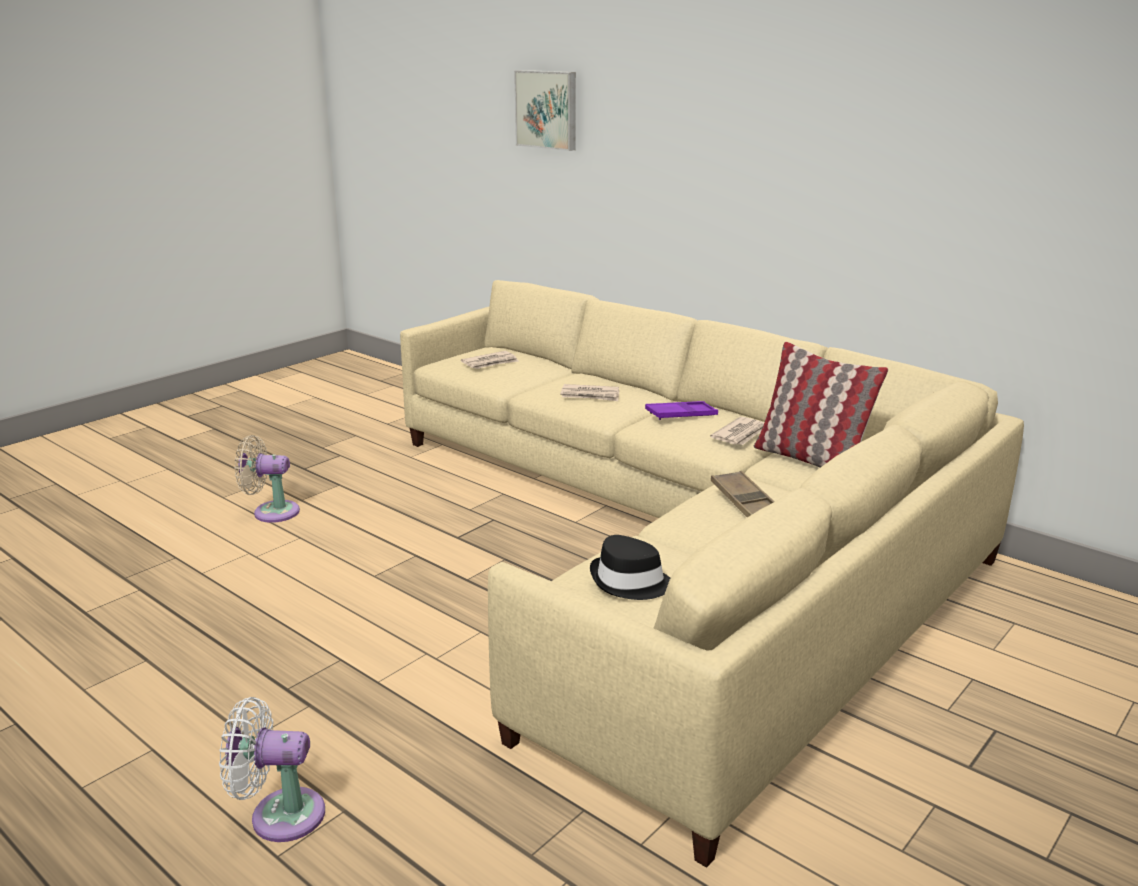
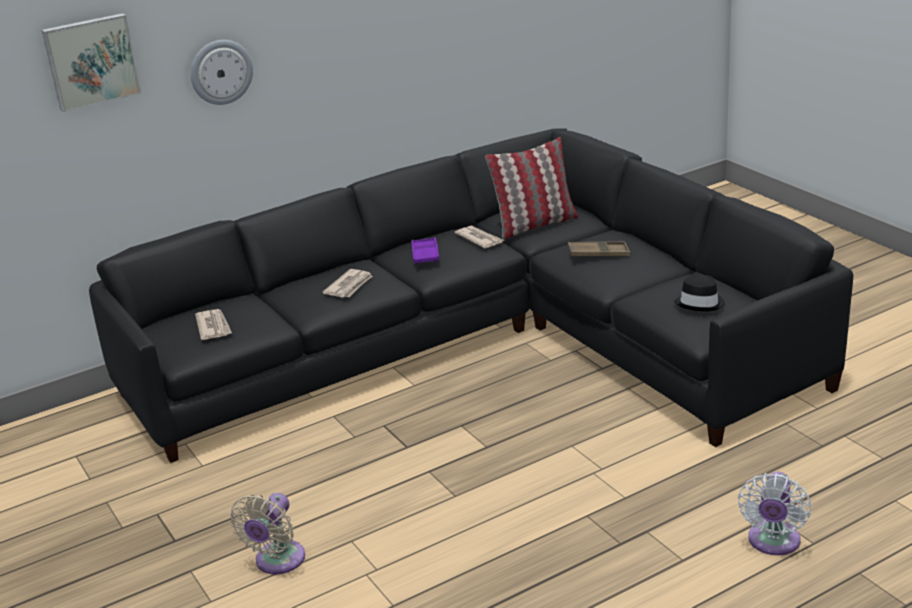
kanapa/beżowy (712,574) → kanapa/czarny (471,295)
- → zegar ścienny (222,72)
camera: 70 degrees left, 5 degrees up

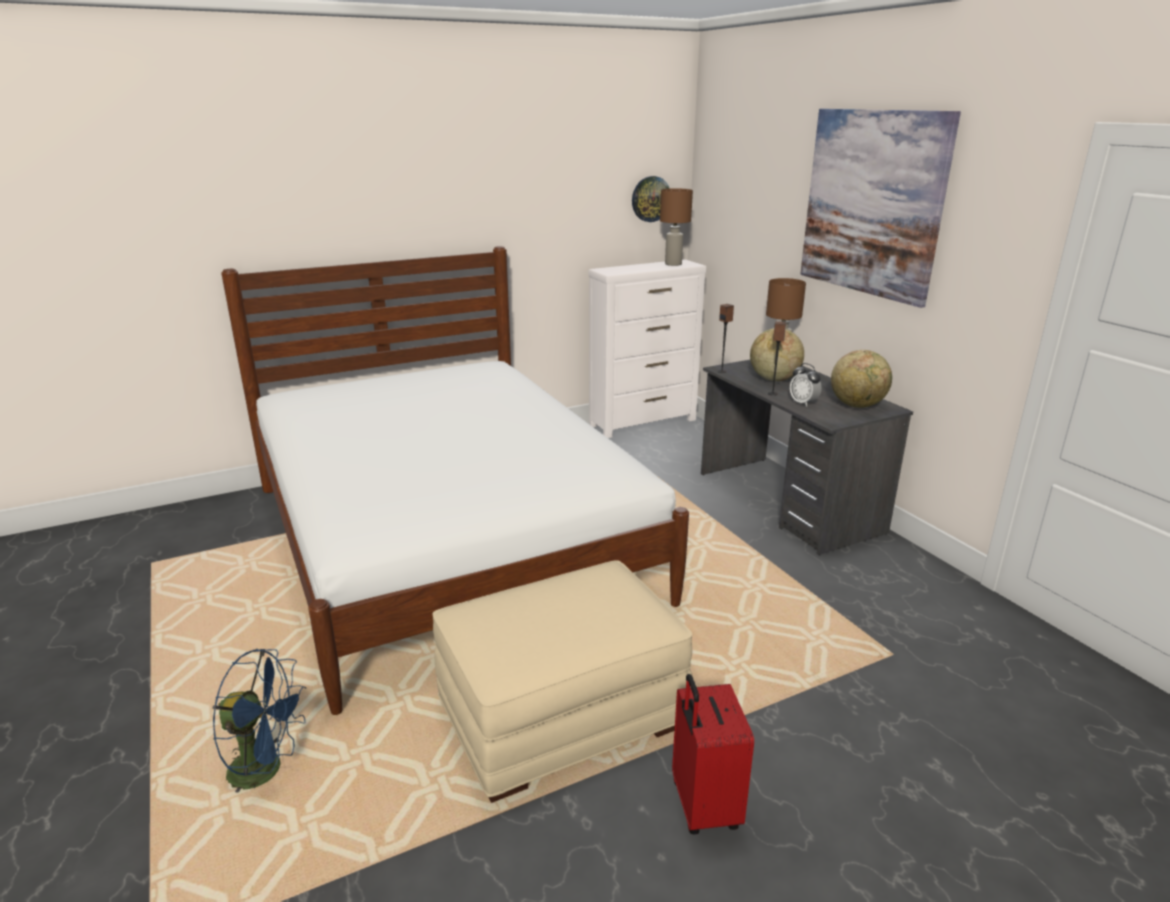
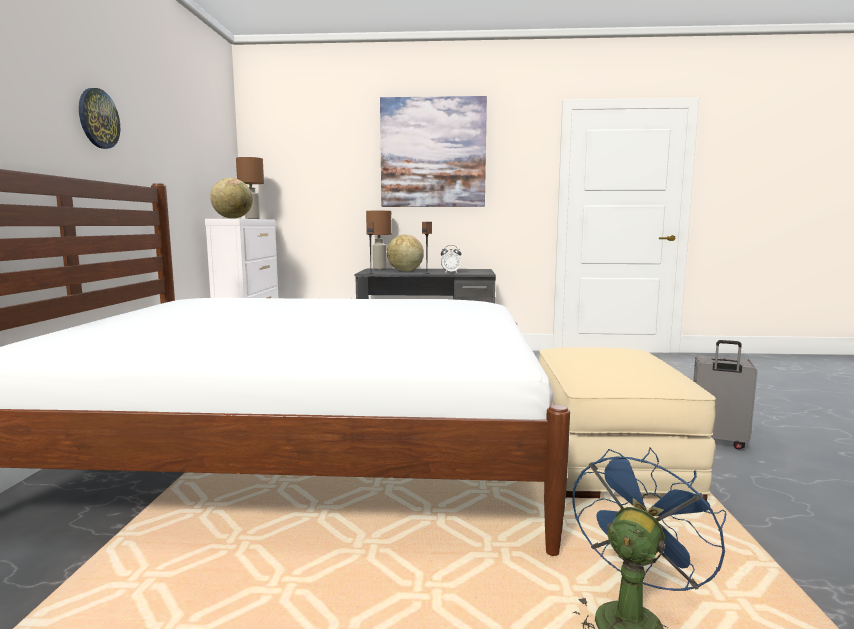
zegar ścienny (651,199) → zegar ścienny (99,118), relocated
walizka/czerwony (713,754) → walizka/szary (725,395)
globus (861,379) → globus (231,198), relocated
camera: 60 degrees left, 15 degrees down

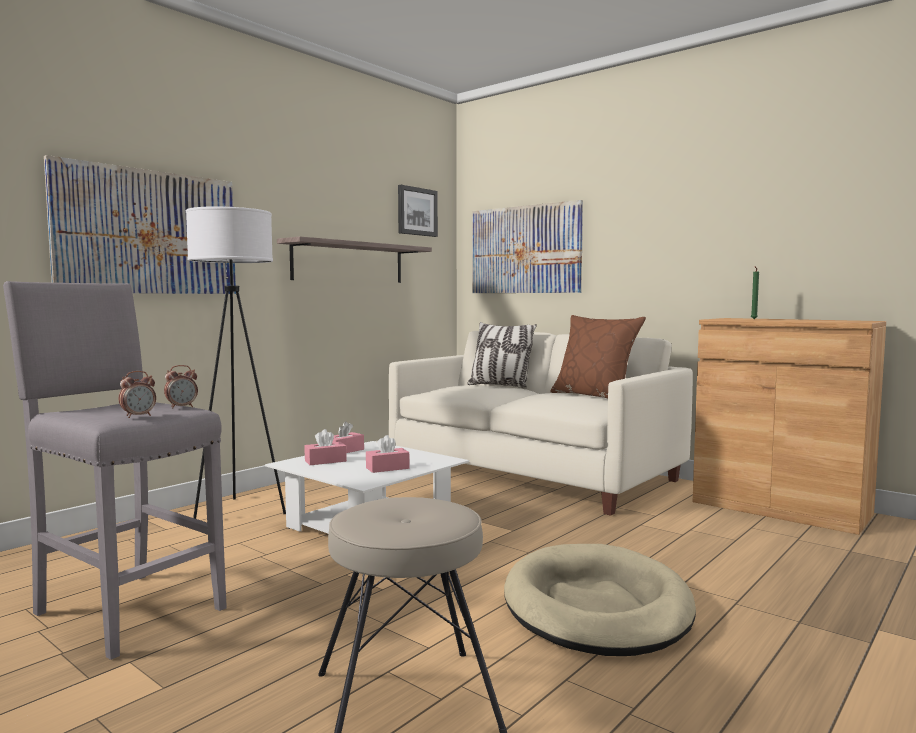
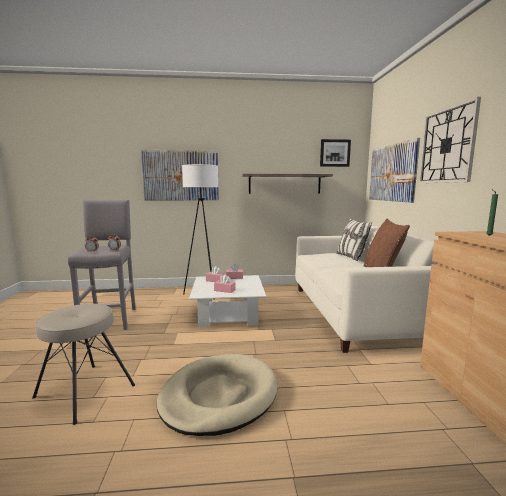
- → zegar ścienny (450,140)
camera: 45 degrees right, 5 degrees up

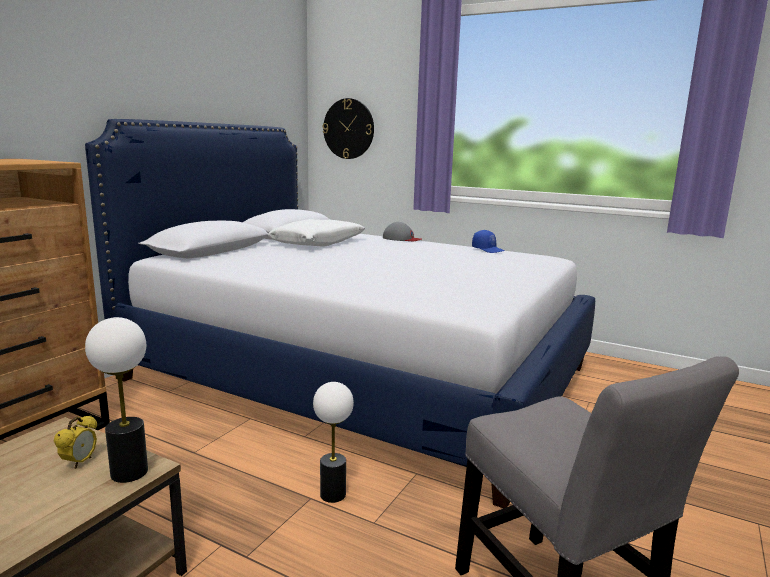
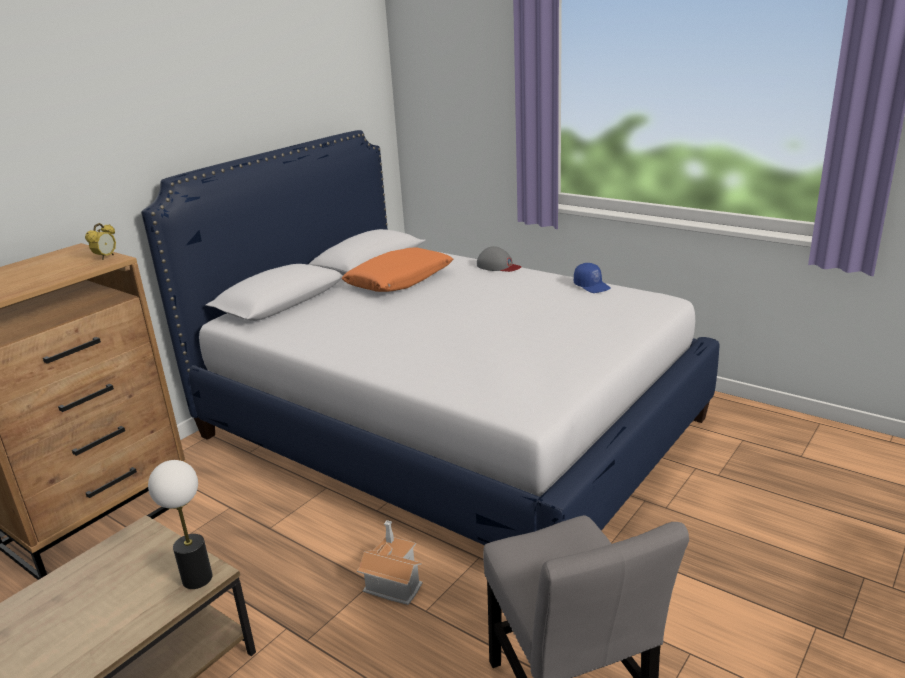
budzik (75,442) → budzik (100,241), relocated
poduszka/biały (316,232) → poduszka/pomarańczowy (397,270)
lampa stołowa (333,442) → domek (389,562)
zegar ścienny (348,128) → -
camera: 10 degrees right, 10 degrees up

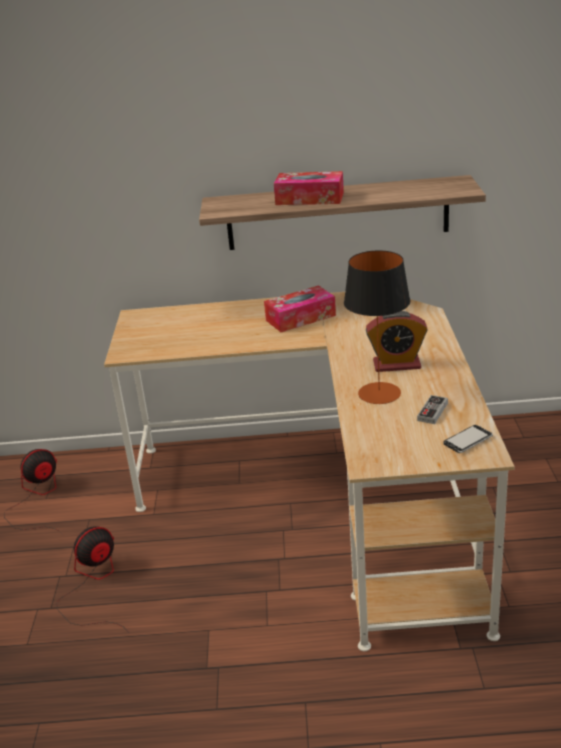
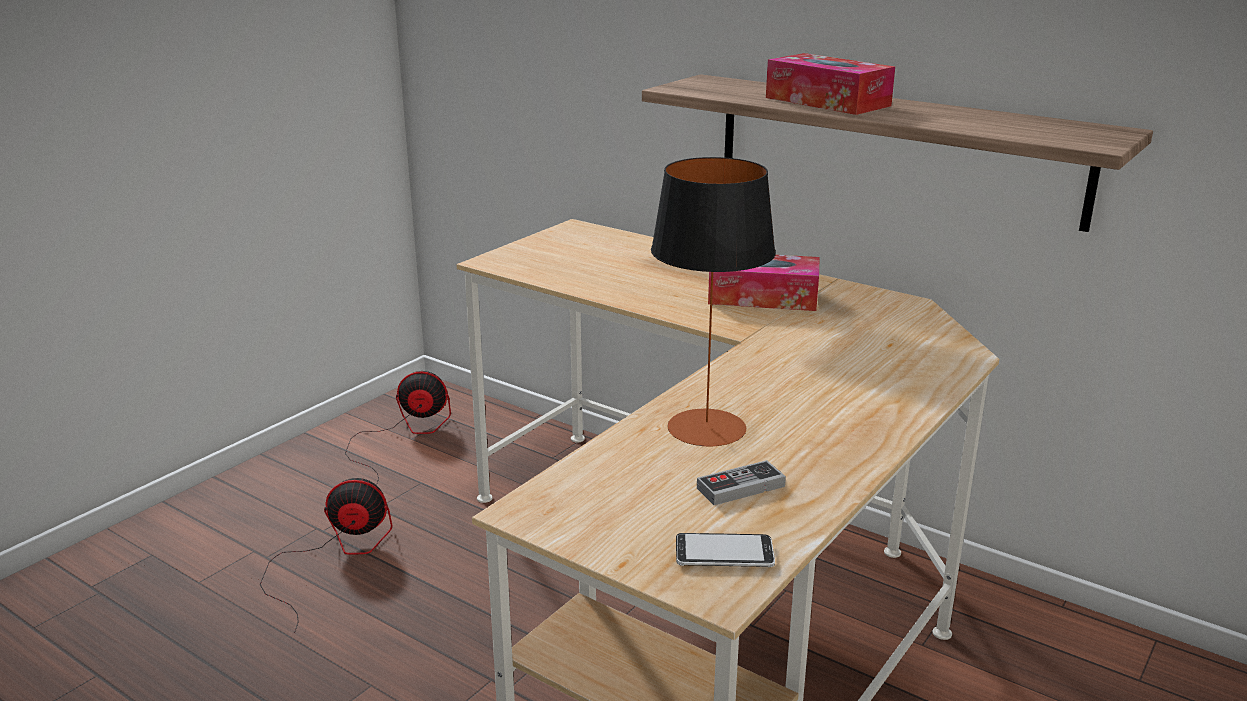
budzik (397,341) → -
camera: 35 degrees right, 5 degrees down

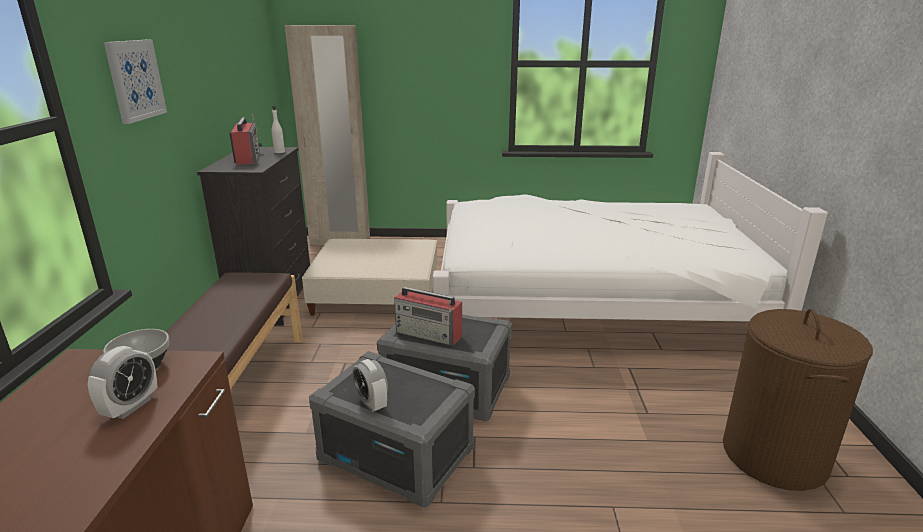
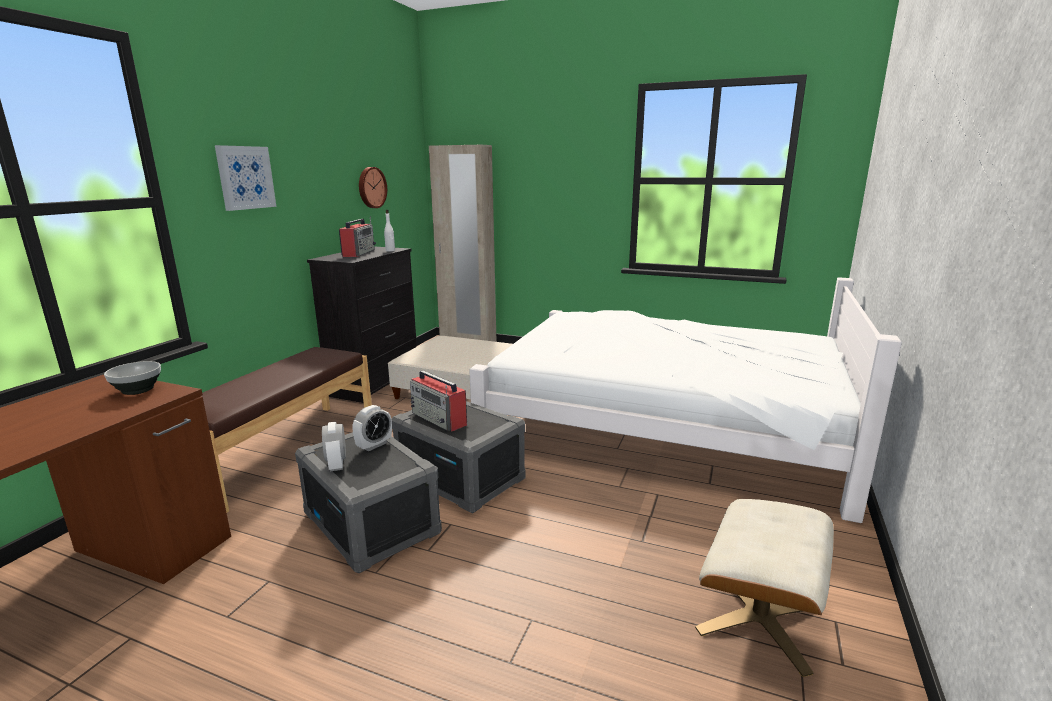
budzik (122,382) → budzik (372,428), relocated
kosz na pranie/brązowy (798,400) → pufa/beżowy (764,588)
- → zegar ścienny (373,187)
camera: 20 degrees right, 5 degrees down

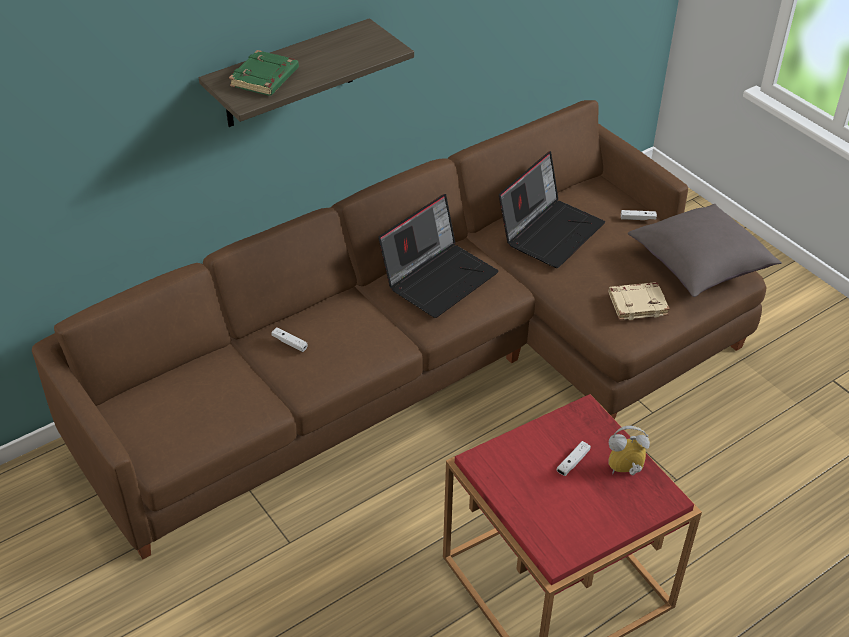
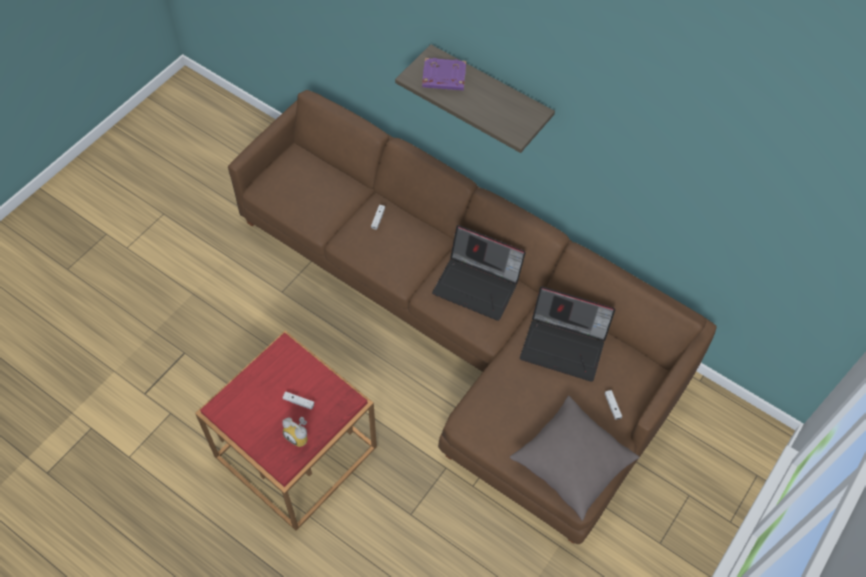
książka/zielony (264,73) → książka/fioletowy (444,74)
budzik (629,451) → budzik (295,432), 150 degrees clockwise
książka/beżowy (639,301) → -
camera: 70 degrees right, 15 degrees up

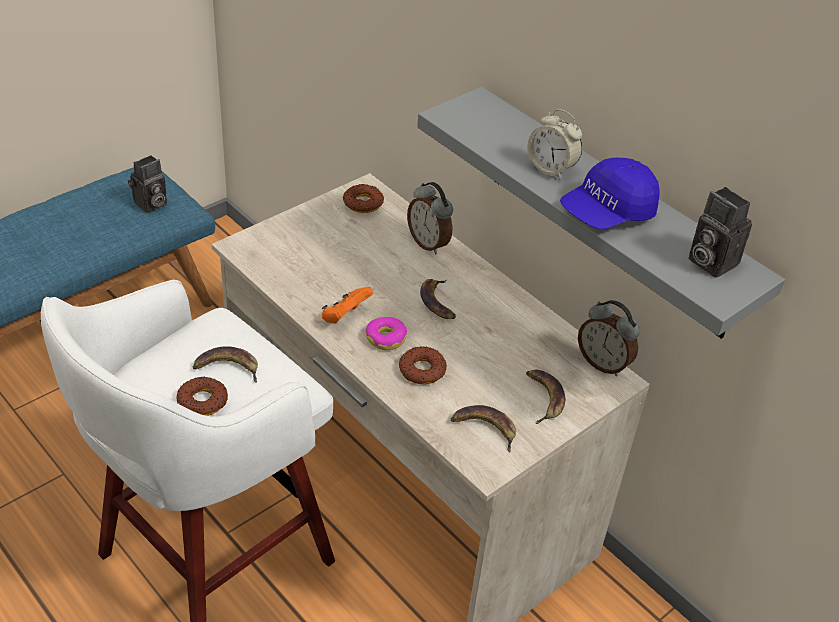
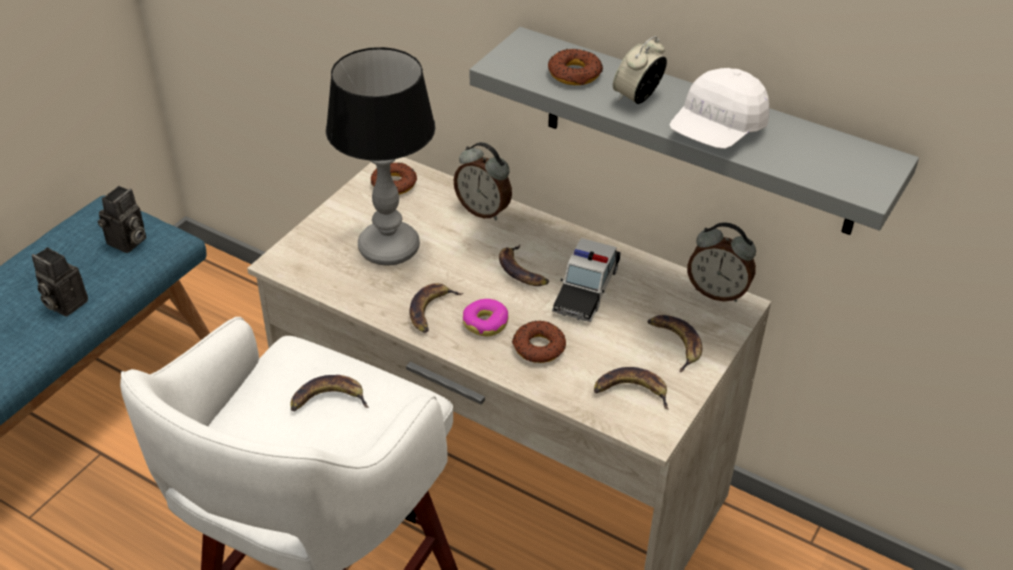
donut (202,396) → donut (575,67), relocated
pad do gier/pomarańczowy (347,305) → banan (436,308)
budzik (554,144) → budzik (640,70), 105 degrees clockwise
czapka z daszkiem/niebieski (610,193) → czapka z daszkiem/biały (719,108)
aparat fotograficzny (720,232) → aparat fotograficzny (60,282), relocated
- → lampa stołowa (380,156)
- → samochodzik (586,280)
camera: 15 degrees left, 0 degrees up

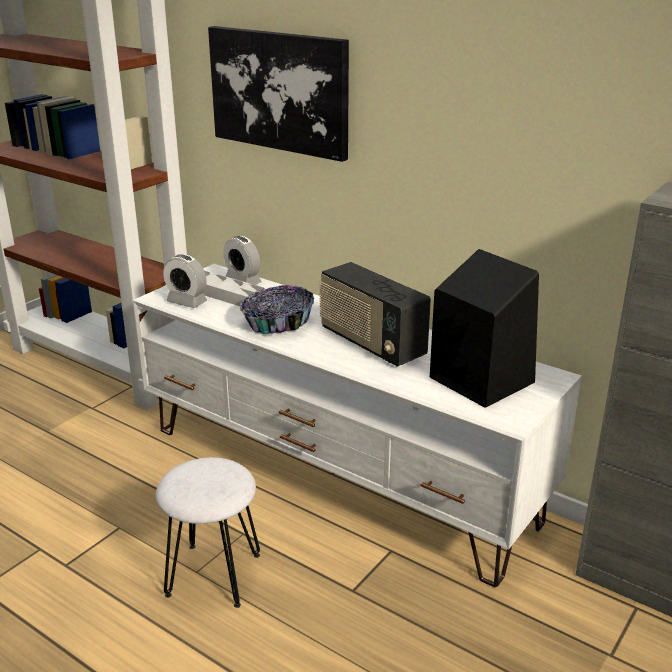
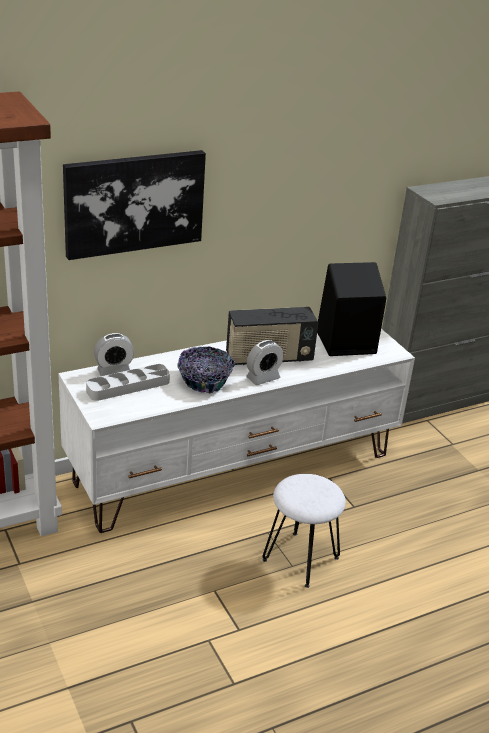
budzik (185,281) → budzik (264,362), relocated
camera: 65 degrees left, 5 degrees up

